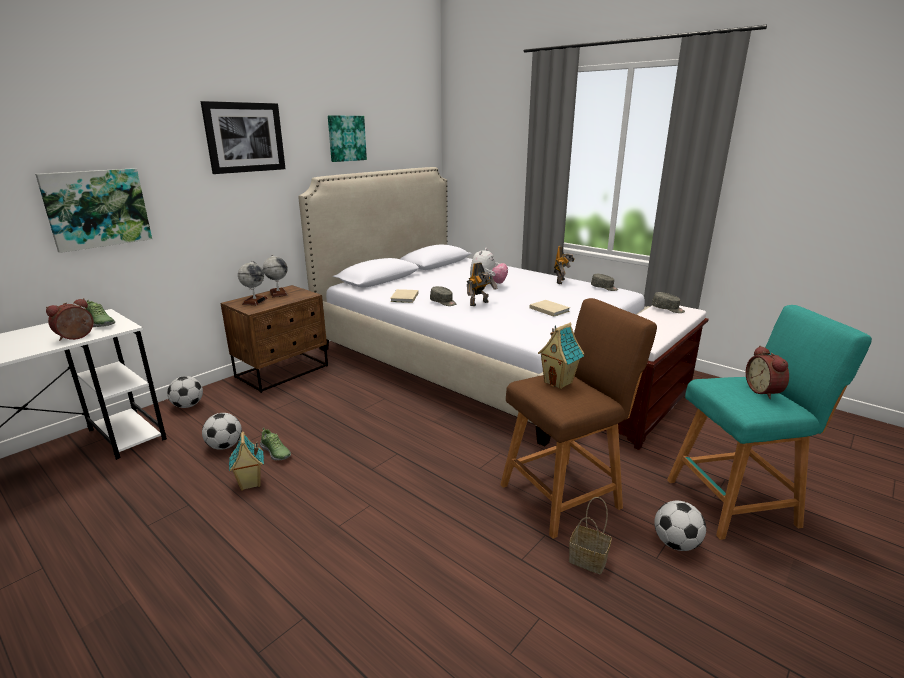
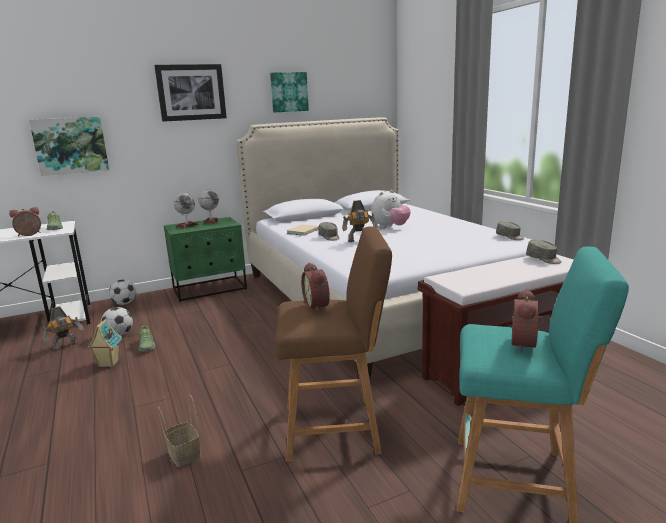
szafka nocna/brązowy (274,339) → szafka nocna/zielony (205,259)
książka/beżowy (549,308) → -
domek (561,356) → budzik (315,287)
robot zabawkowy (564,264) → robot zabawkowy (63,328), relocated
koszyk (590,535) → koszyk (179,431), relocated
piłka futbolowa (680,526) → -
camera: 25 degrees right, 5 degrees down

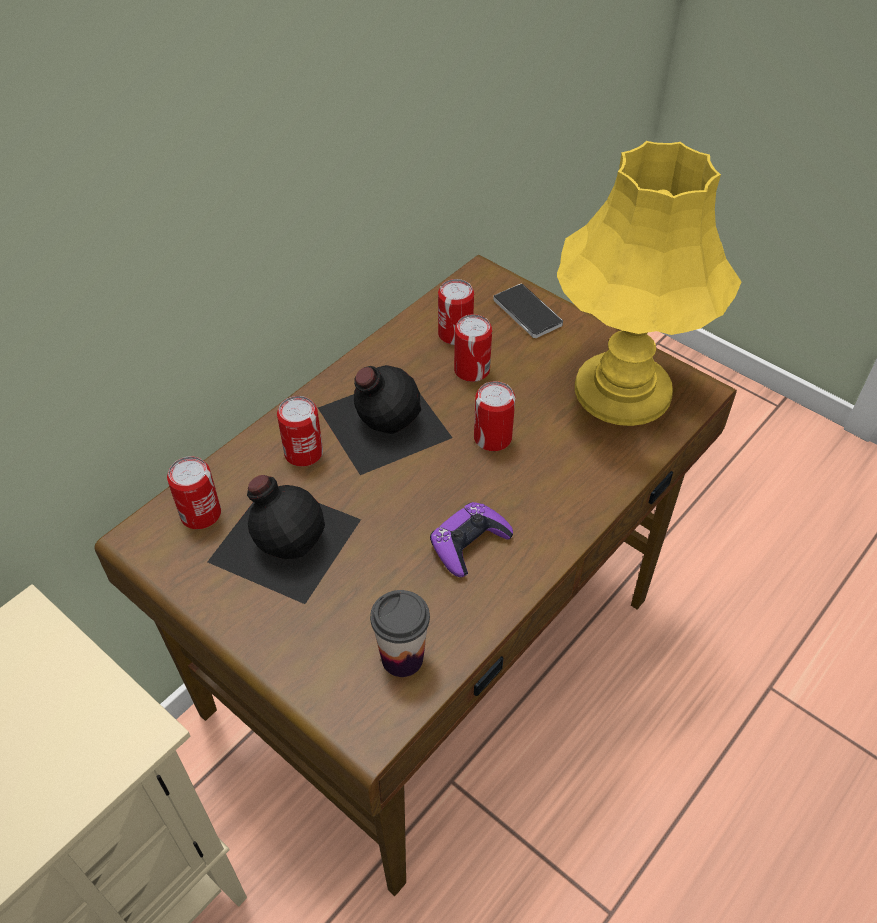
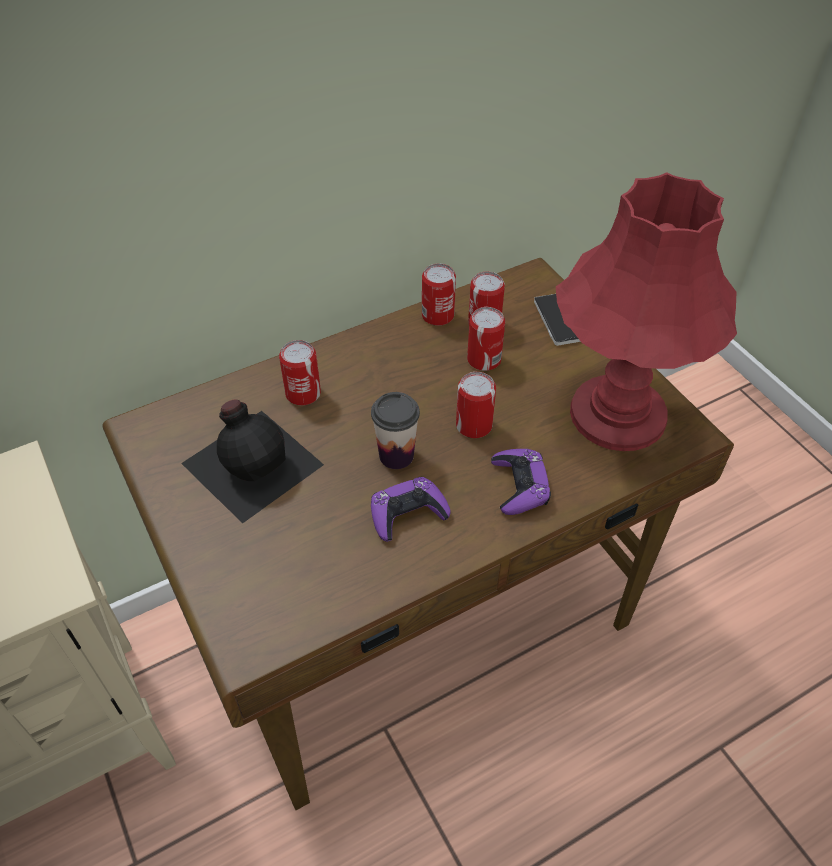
puszka (194,492) → puszka (439,295), relocated
butelka/czarny (385,420) → -
filiżanka (400,633) → filiżanka (395,430), relocated
lampa stołowa/żółty (649,283) → lampa stołowa/czerwony (646,311)
- → pad do gier/fioletowy (521,482)
camera: 20 degrees right, 0 degrees up

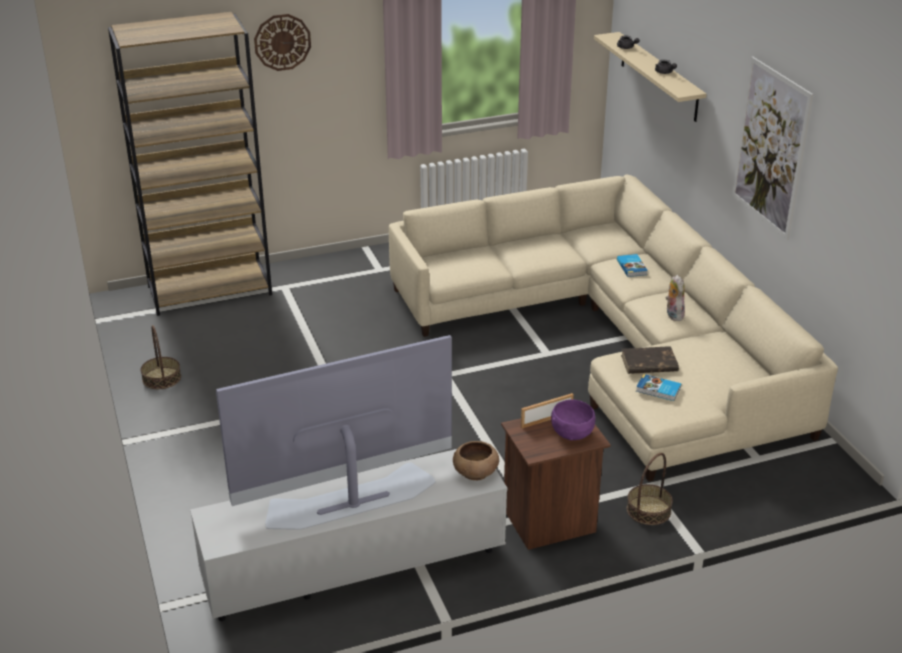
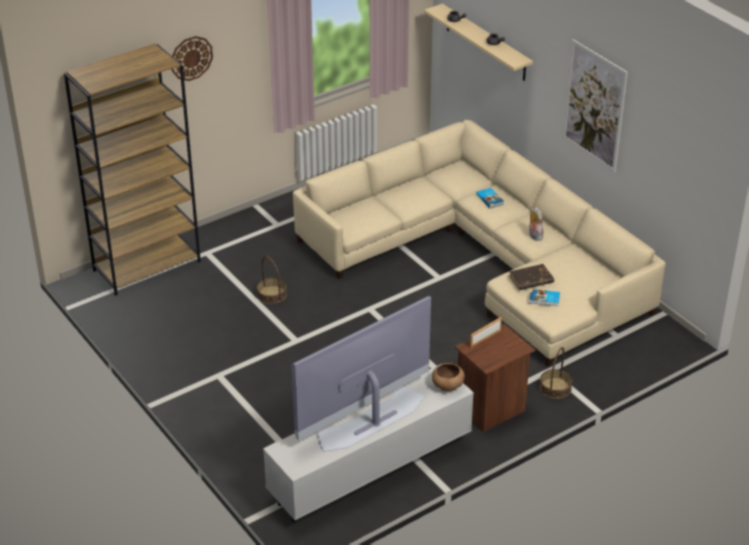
koszyk (161,357) → koszyk (272,280), relocated
miska/fioletowy (573,420) → -
camera: 15 degrees left, 5 degrees up

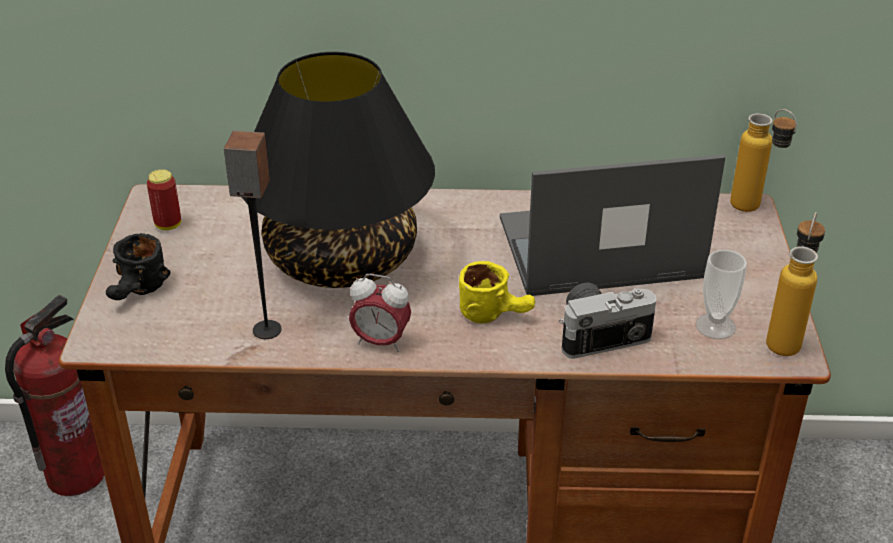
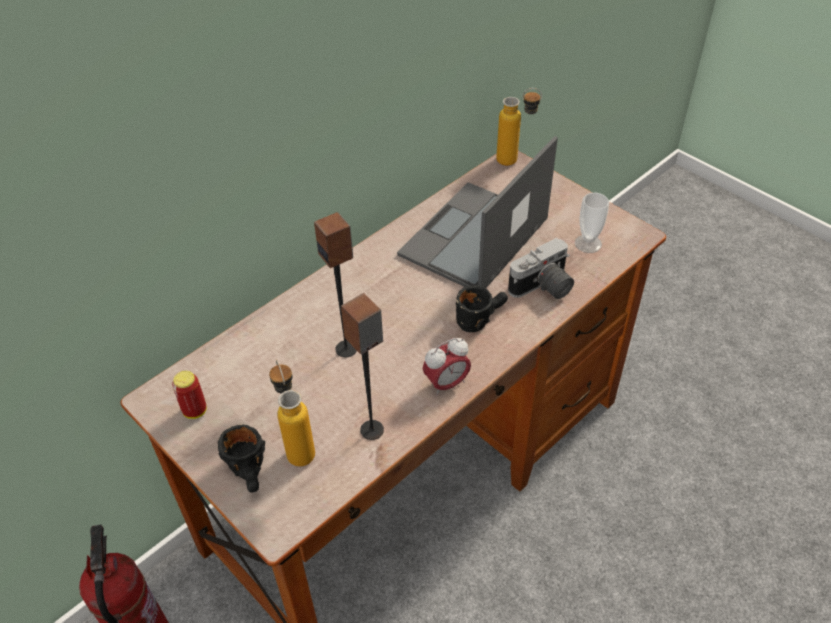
lampa stołowa/czarny (338,170) → głośnik (335,284)
kubek/żółty (497,292) → kubek/czarny (482,308)
aparat fotograficzny (607,321) → aparat fotograficzny (541,268), 150 degrees counterclockwise
butelka (795,284) → butelka (292,413), relocated
camera: 45 degrees left, 10 degrees up

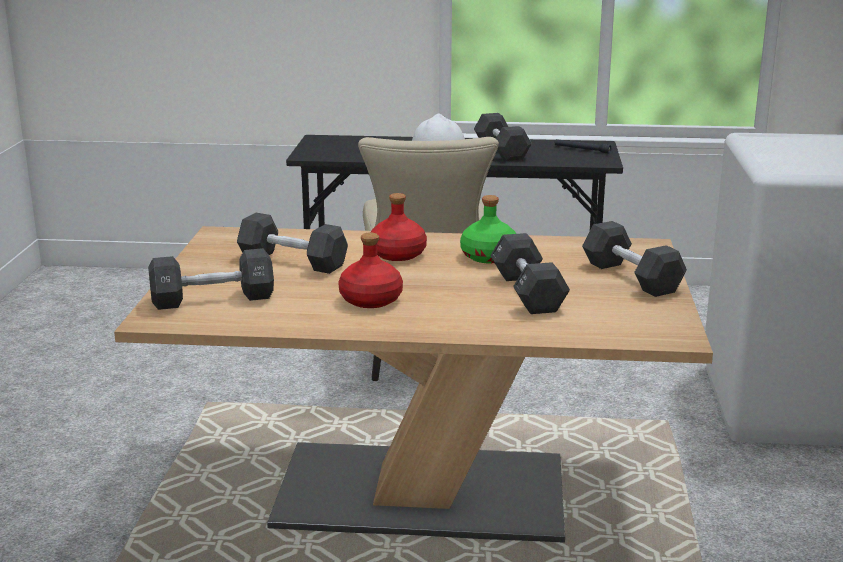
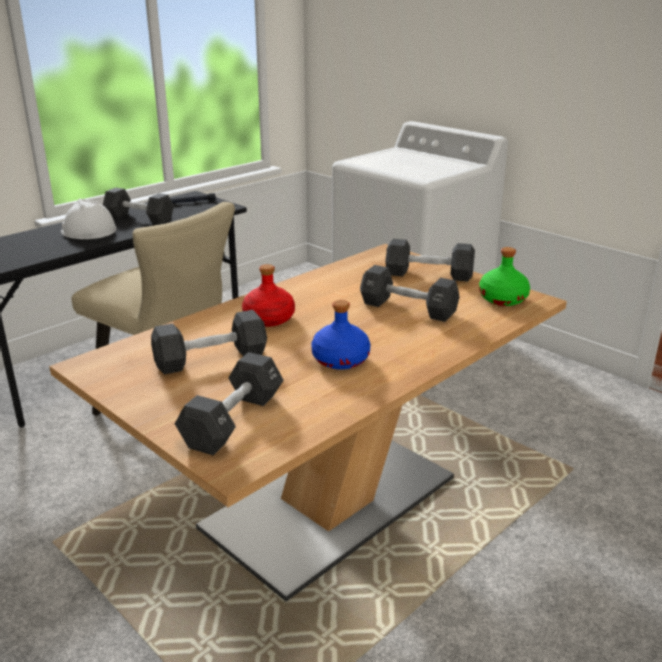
butelka/czerwony (370,270) → butelka/niebieski (340,335)
butelka/zielony (488,229) → butelka/zielony (504,276), relocated
camera: 50 degrees left, 5 degrees up

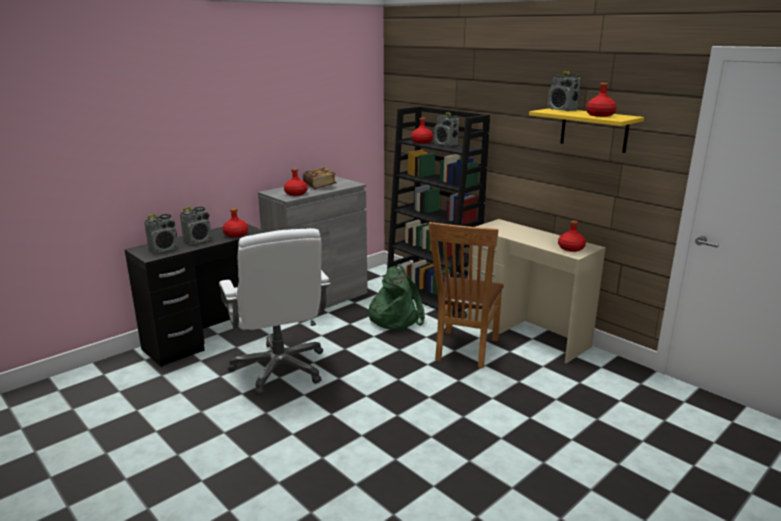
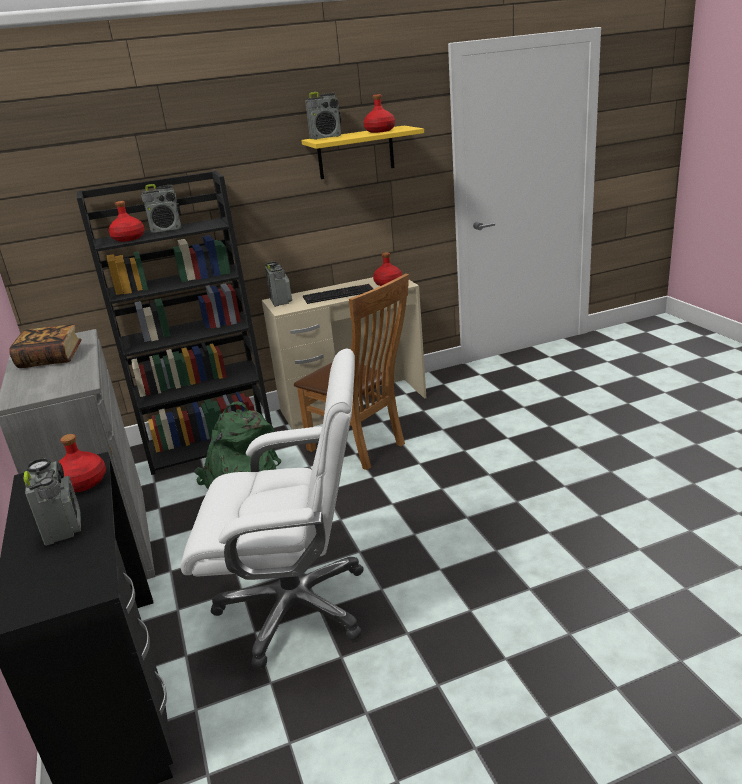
radio (161,233) → radio (278,284), relocated
butelka/czerwony (296,182) → -
- → klawiatura (338,294)
camera: 65 degrees left, 5 degrees up

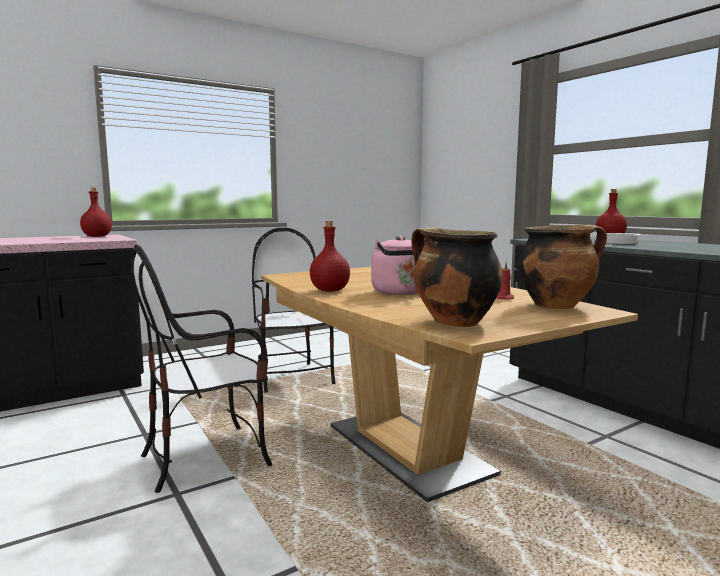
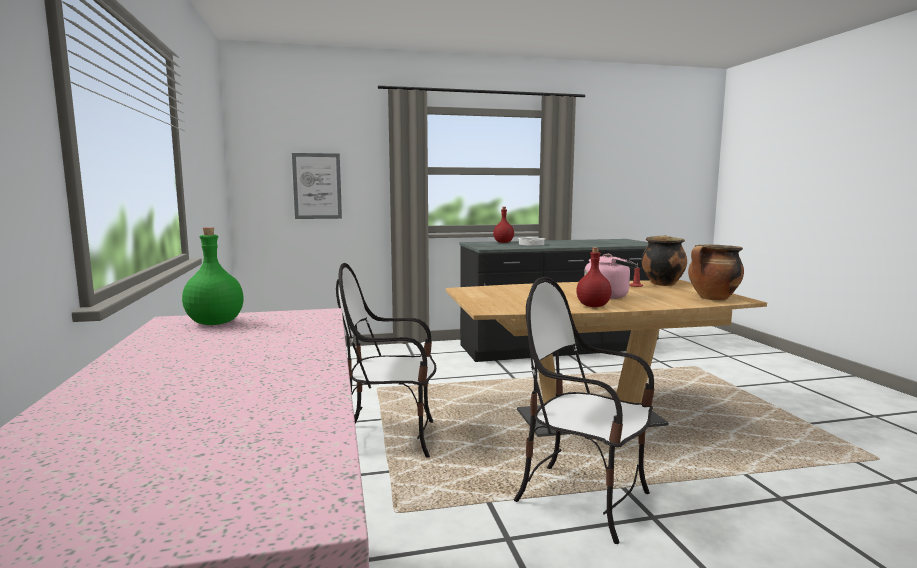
butelka/czerwony (96,212) → butelka/zielony (213,276)
krzesło (201,368) → krzesło (584,410), 135 degrees clockwise
- → obraz (317,186)
camera: 70 degrees left, 0 degrees up

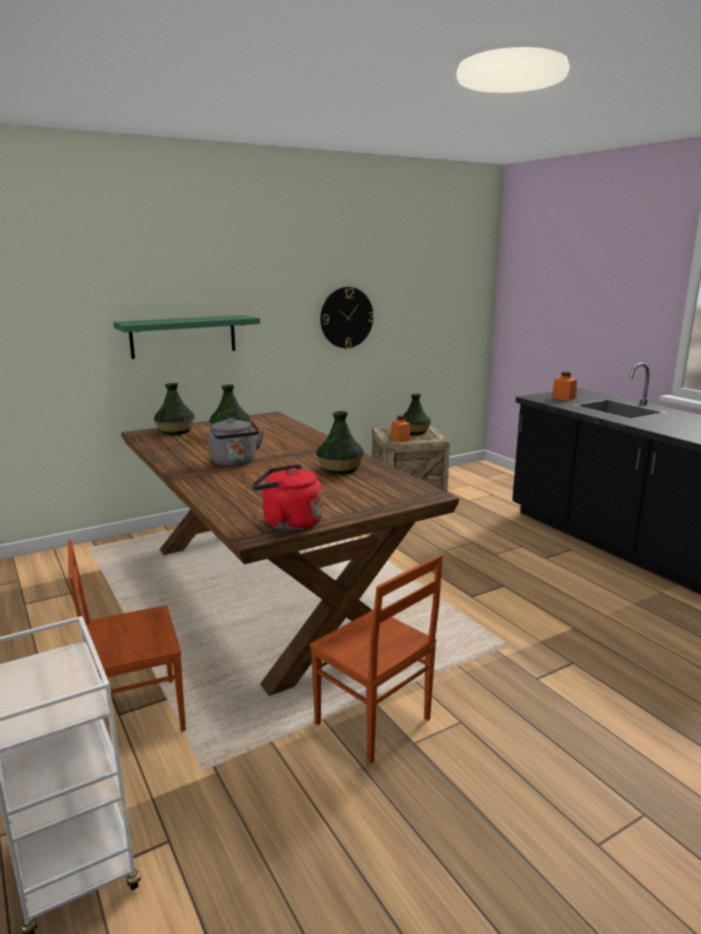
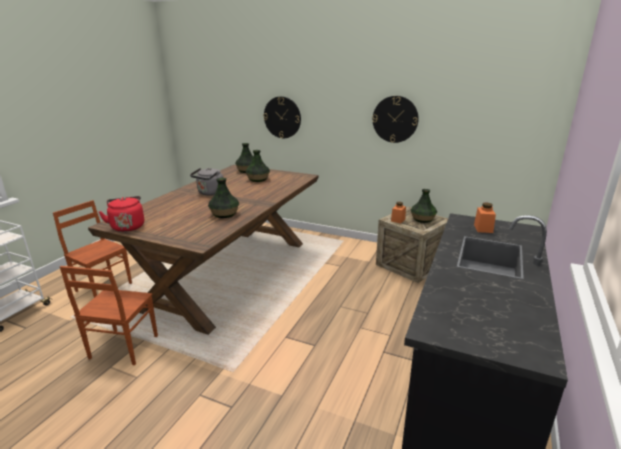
półka/zielony (186,337) → zegar ścienny (282,117)
camera: 55 degrees right, 5 degrees up

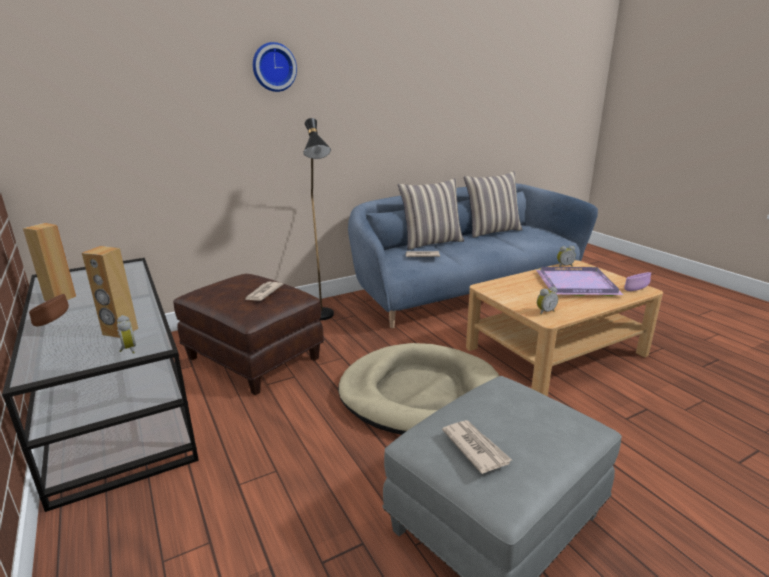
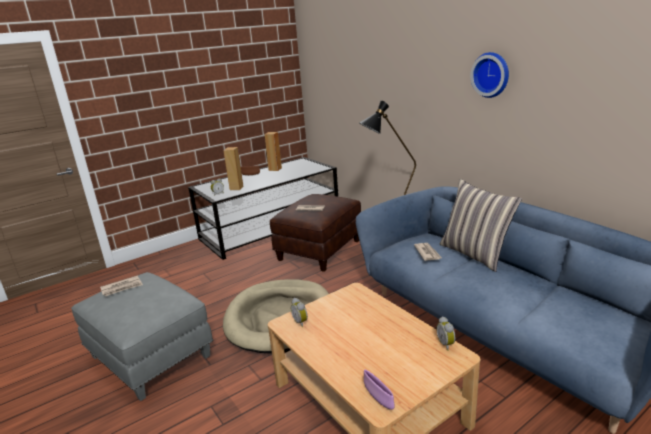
zegar ścienny (275,67) → zegar ścienny (489,75), relocated
poduszka (493,204) → -
taca/fioletowy (580,281) → -
camera: 85 degrees right, 0 degrees up

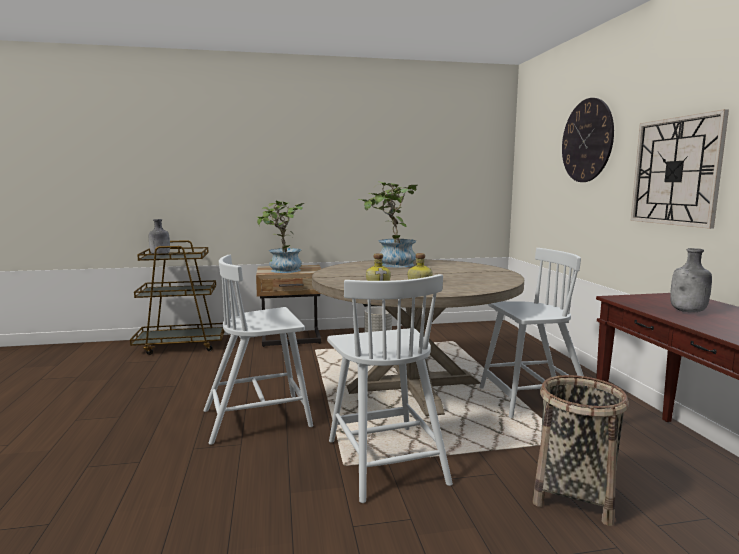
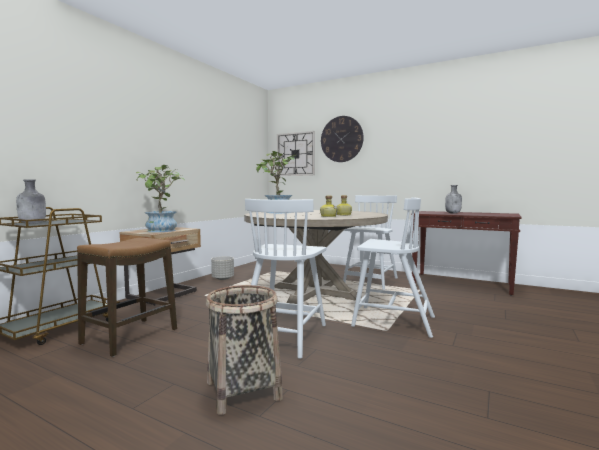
koszyk (580,450) → koszyk (244,350), relocated
zegar ścienny (680,169) → zegar ścienny (296,153), relocated
- → stołek (127,297)
camera: 50 degrees left, 5 degrees down

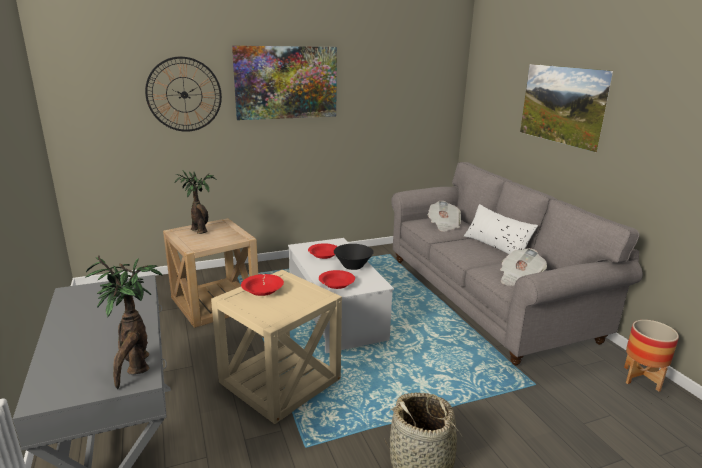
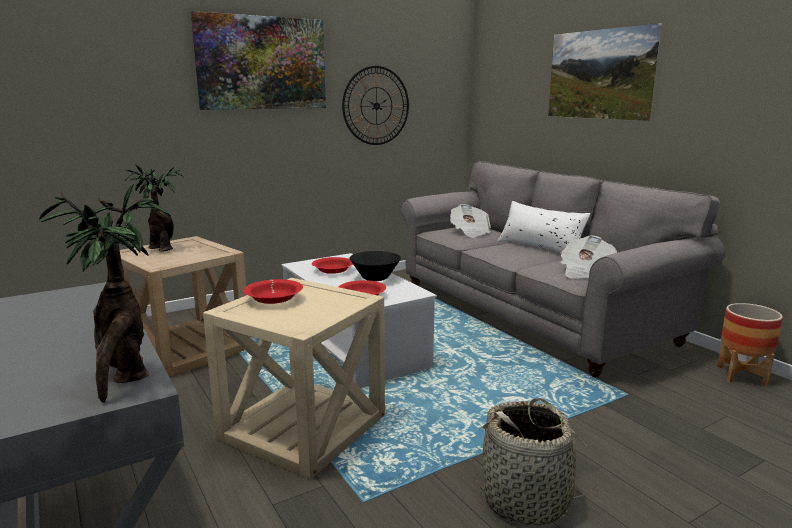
zegar ścienny (183,94) → zegar ścienny (375,105), relocated
camera: 10 degrees left, 5 degrees down

